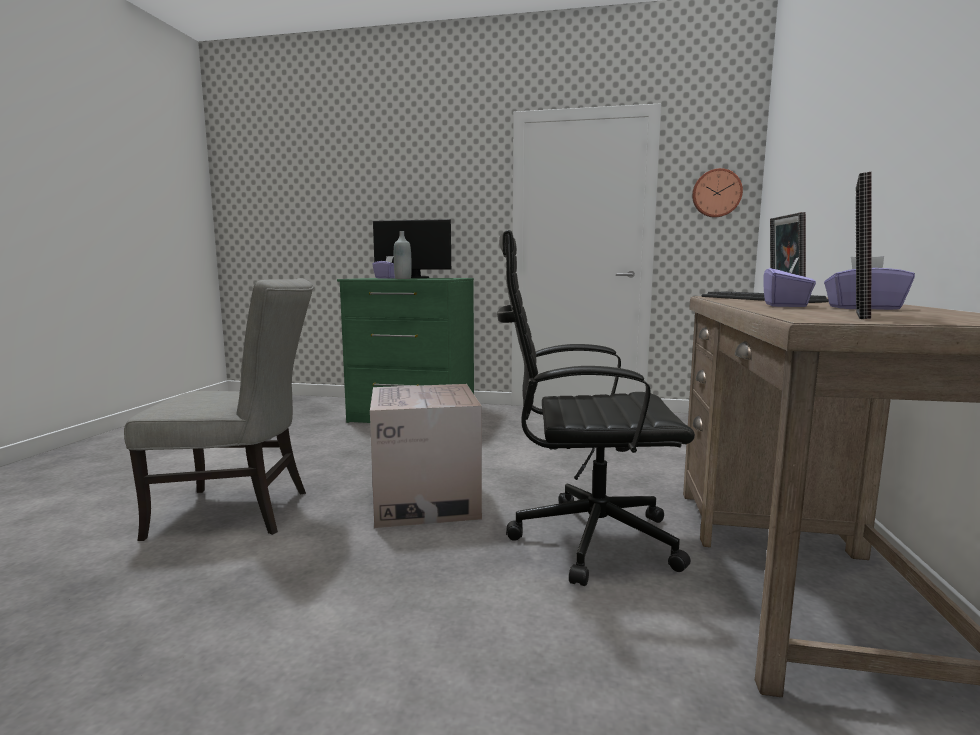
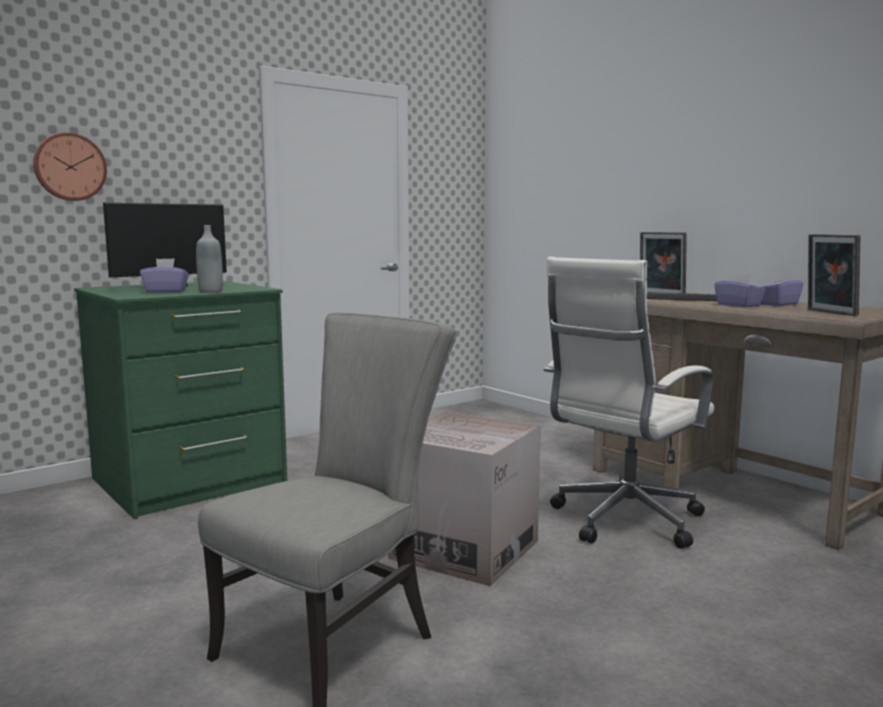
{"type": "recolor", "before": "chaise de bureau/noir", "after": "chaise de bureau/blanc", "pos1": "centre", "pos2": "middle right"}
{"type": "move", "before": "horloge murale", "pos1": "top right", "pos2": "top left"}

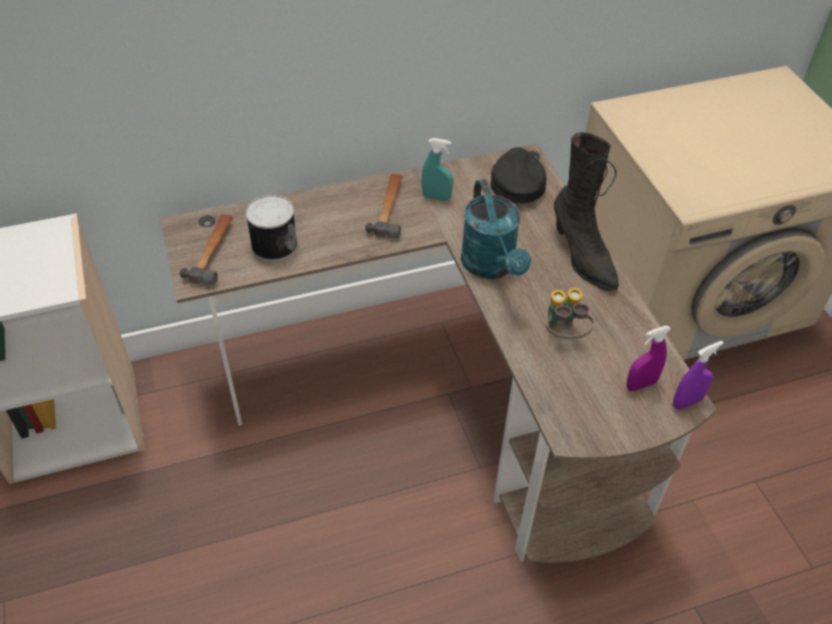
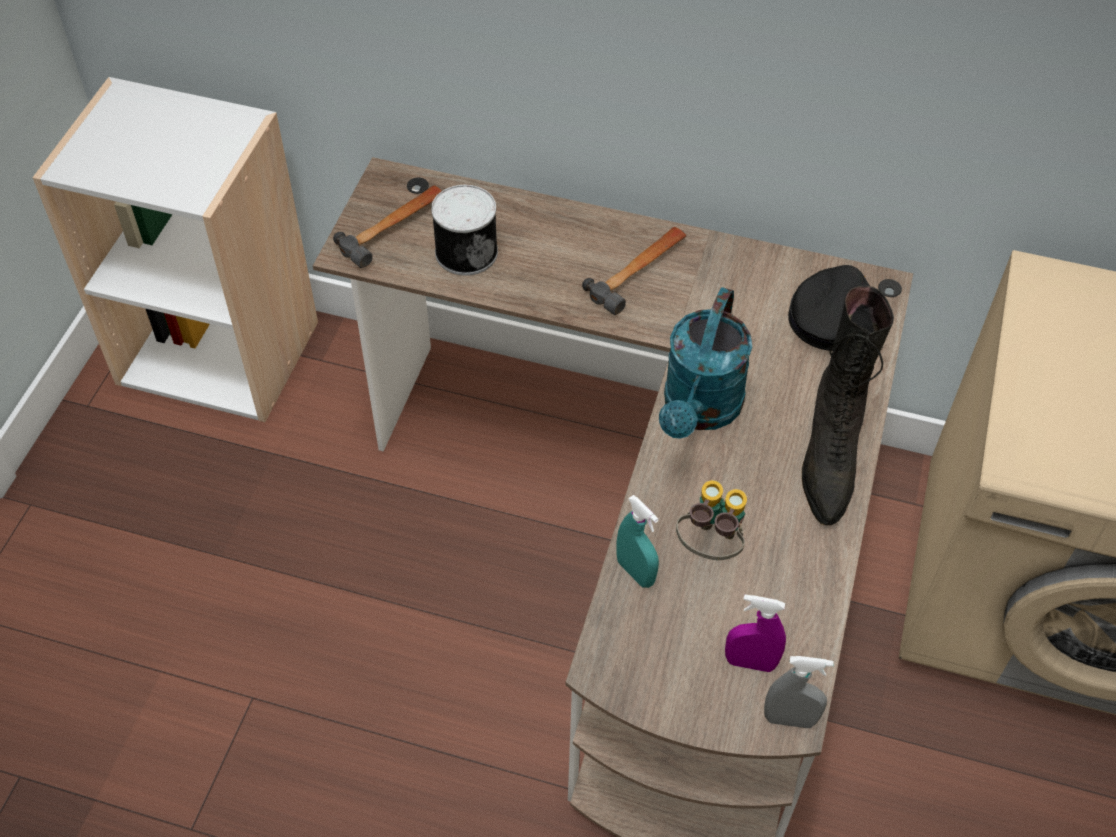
{"type": "move", "before": "vaporisateur/turquoise", "pos1": "top centre", "pos2": "centre"}
{"type": "recolor", "before": "vaporisateur/violet (2nd from left)", "after": "vaporisateur/gris", "pos1": "middle right", "pos2": "bottom right"}

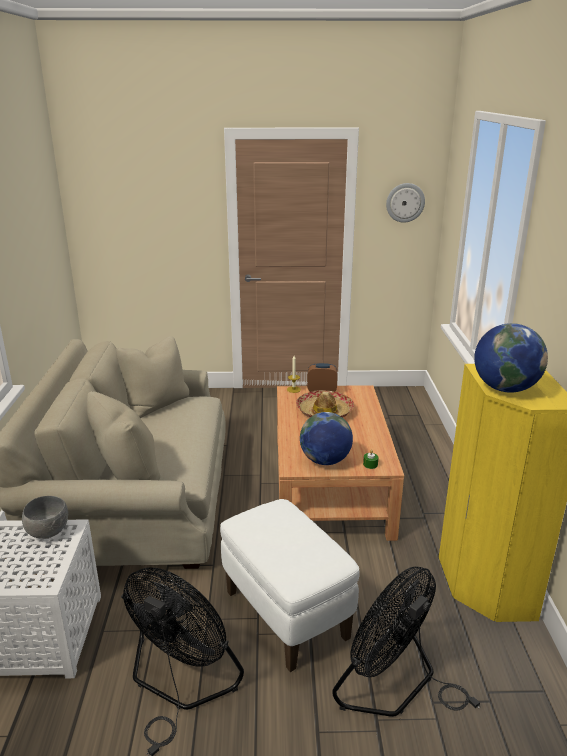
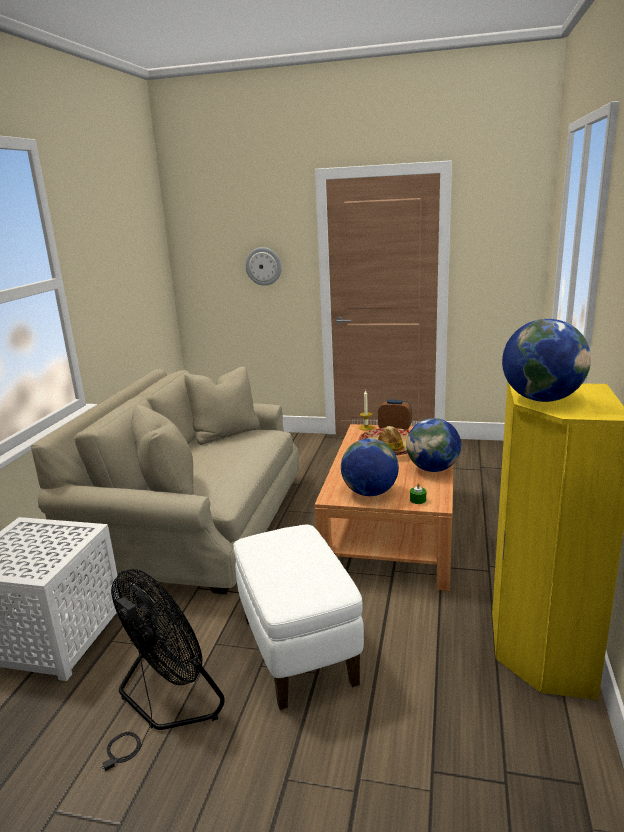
{"type": "delete", "before": "bol/gris", "pos1": "bottom left"}
{"type": "delete", "before": "ventilateur/noir (2nd from left)", "pos1": "bottom right"}
{"type": "move", "before": "horloge murale", "pos1": "top right", "pos2": "top centre"}
{"type": "insert", "after": "globe (2nd from left)", "pos2": "middle right"}

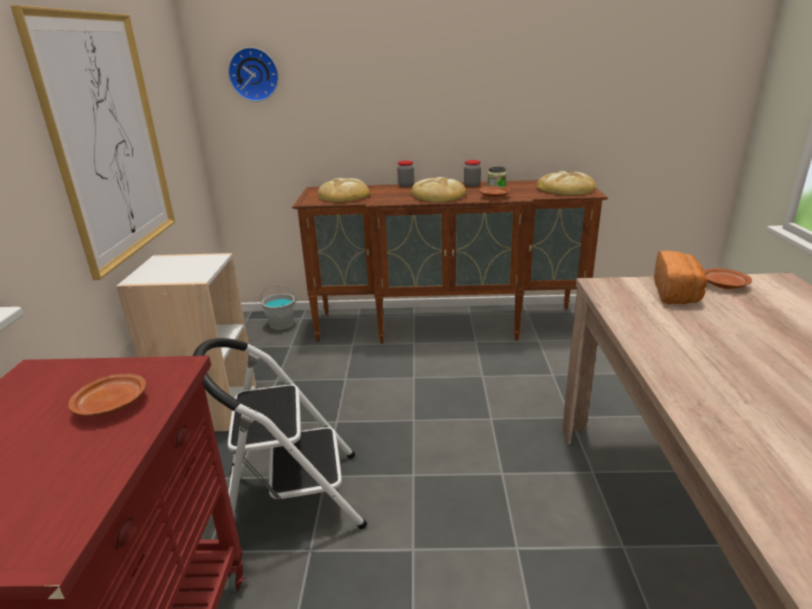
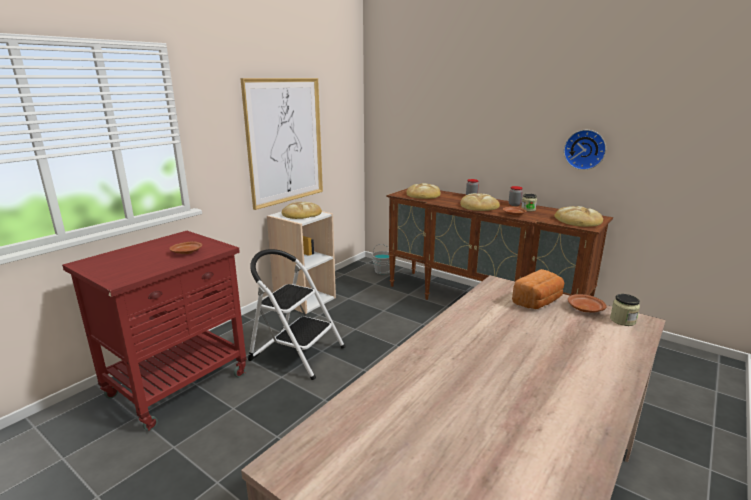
{"type": "move", "before": "horloge murale", "pos1": "top left", "pos2": "top right"}
{"type": "insert", "after": "pain (1st from left)", "pos2": "centre"}
{"type": "insert", "after": "bocal (4th from left)", "pos2": "middle right"}

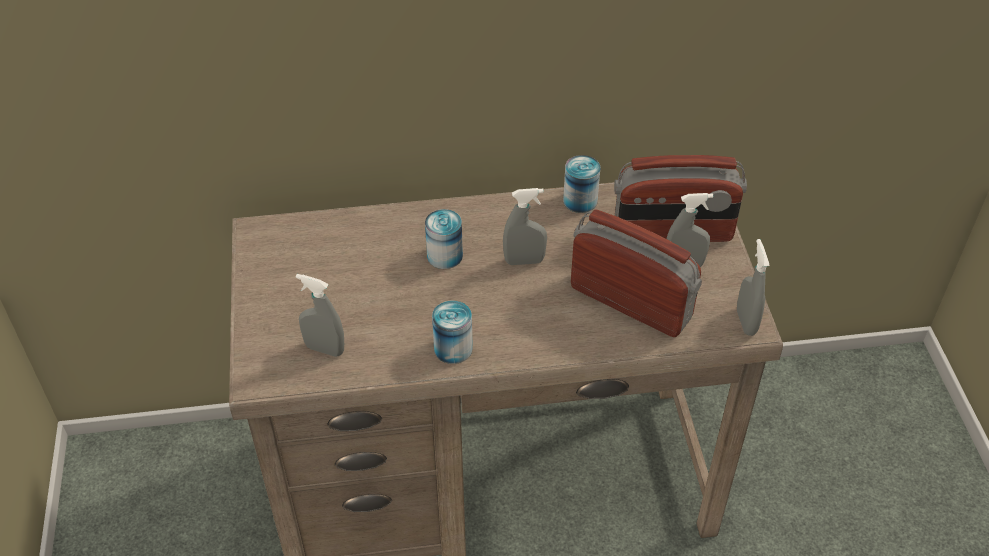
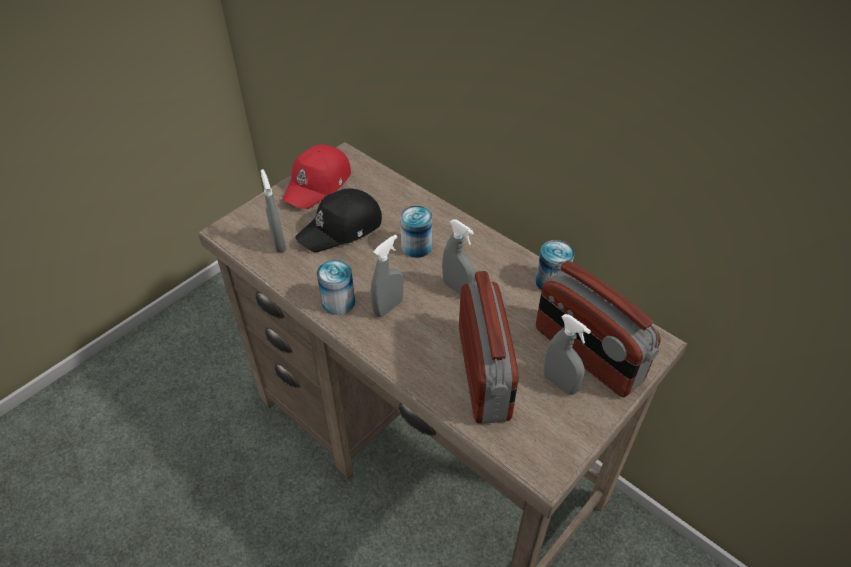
{"type": "move", "before": "vaporisateur/gris (4th from left in the first image)", "after": "vaporisateur/gris (2nd from left)", "pos1": "middle right", "pos2": "centre"}
{"type": "insert", "after": "casquette/rouge", "pos2": "top centre"}
{"type": "insert", "after": "casquette/noir", "pos2": "centre"}

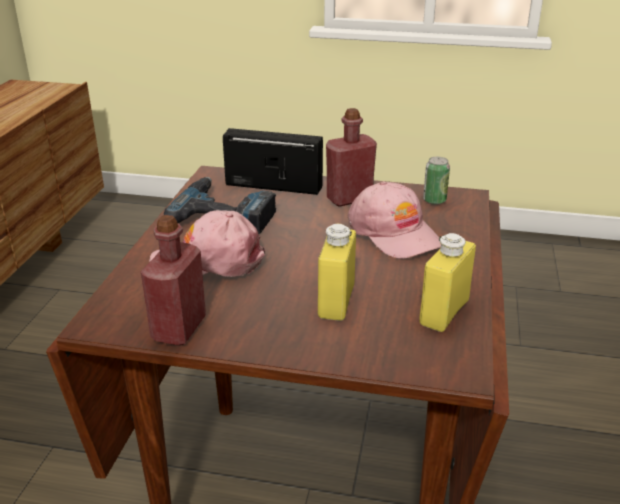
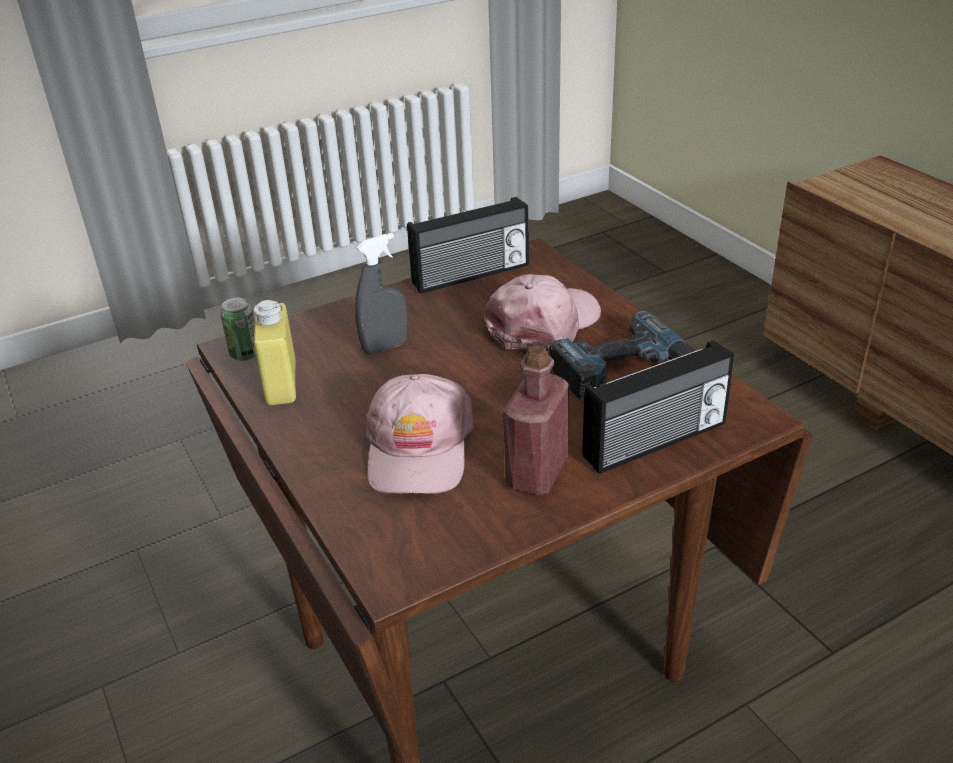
{"type": "replace", "before": "bouteille/rouge (1st from left)", "after": "radio (1st from left)", "pos1": "middle left", "pos2": "top centre"}
{"type": "replace", "before": "bouteille/jaune (1st from left)", "after": "vaporisateur/gris", "pos1": "centre", "pos2": "centre"}
{"type": "rotate", "before": "casquette/rose (2nd from left in the first image)", "pos1": "centre", "pos2": "centre", "turn": -105}
{"type": "move", "before": "boîte métallique", "pos1": "middle right", "pos2": "middle left"}

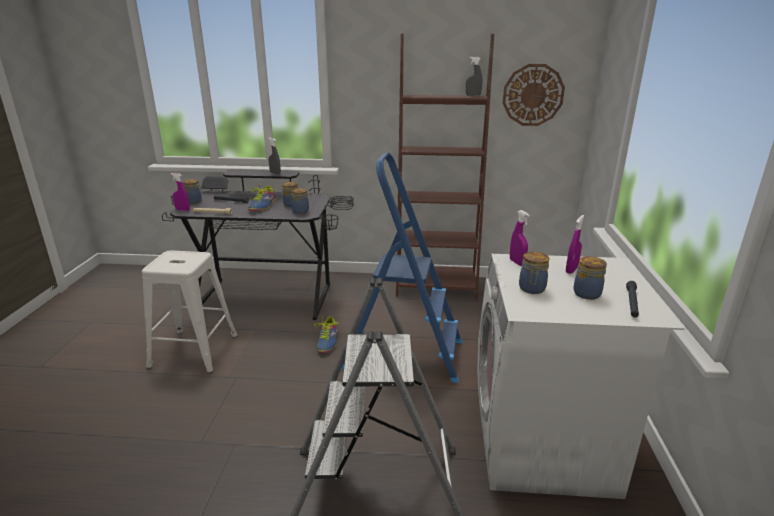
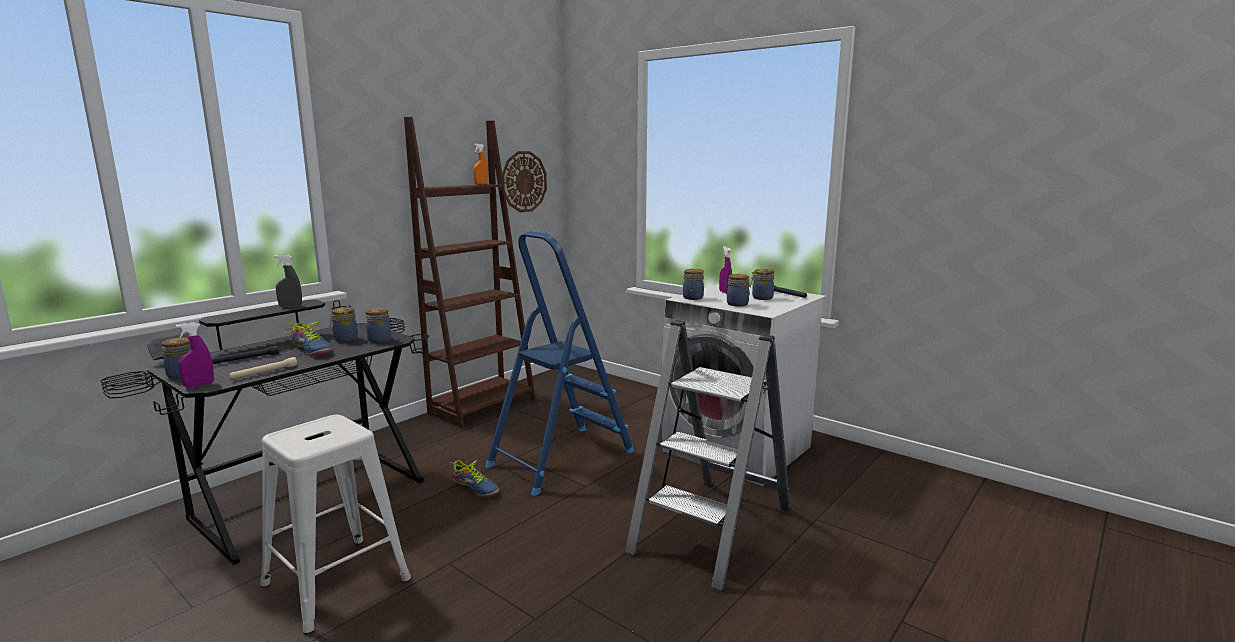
{"type": "recolor", "before": "vaporisateur/gris (2nd from left)", "after": "vaporisateur/orange", "pos1": "top centre", "pos2": "top centre"}
{"type": "replace", "before": "vaporisateur/violet (2nd from left)", "after": "bocal (4th from left)", "pos1": "middle right", "pos2": "centre"}

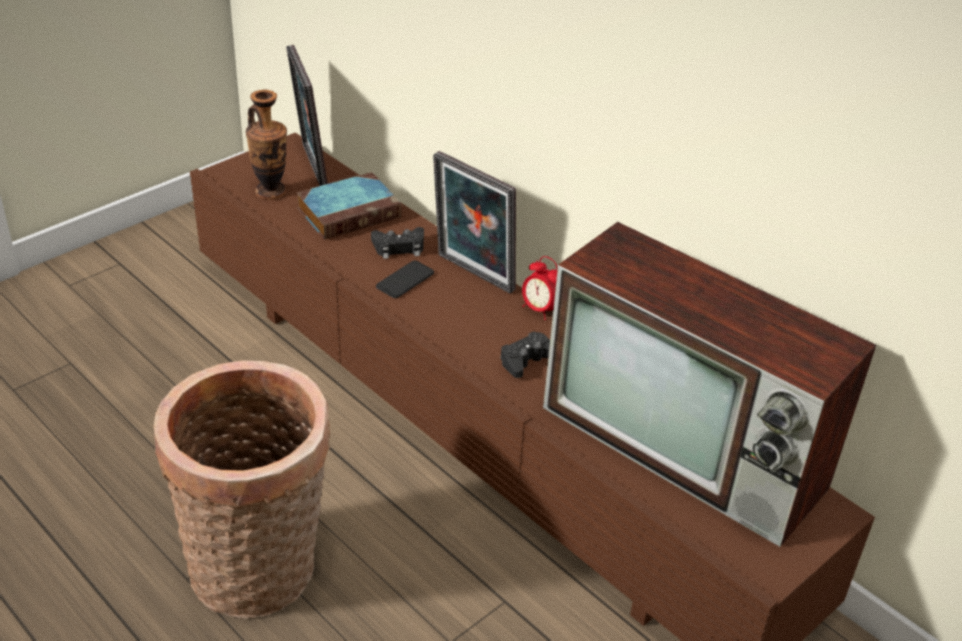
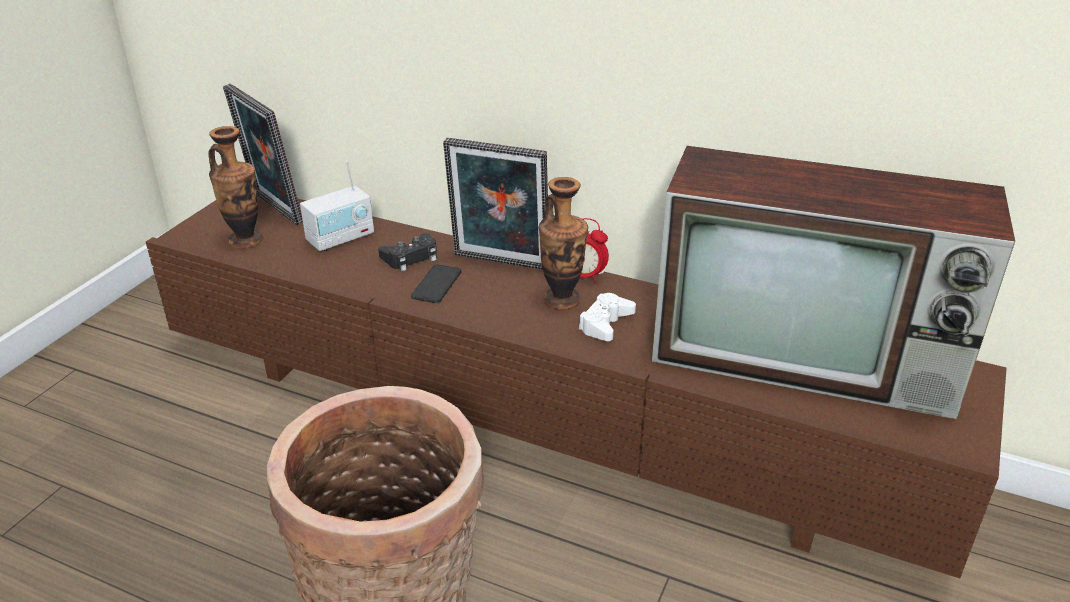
{"type": "replace", "before": "livre", "after": "radio", "pos1": "top centre", "pos2": "middle left"}
{"type": "recolor", "before": "manette/noir (2nd from left)", "after": "manette/blanc", "pos1": "centre", "pos2": "centre"}
{"type": "insert", "after": "vase (2nd from left)", "pos2": "centre"}

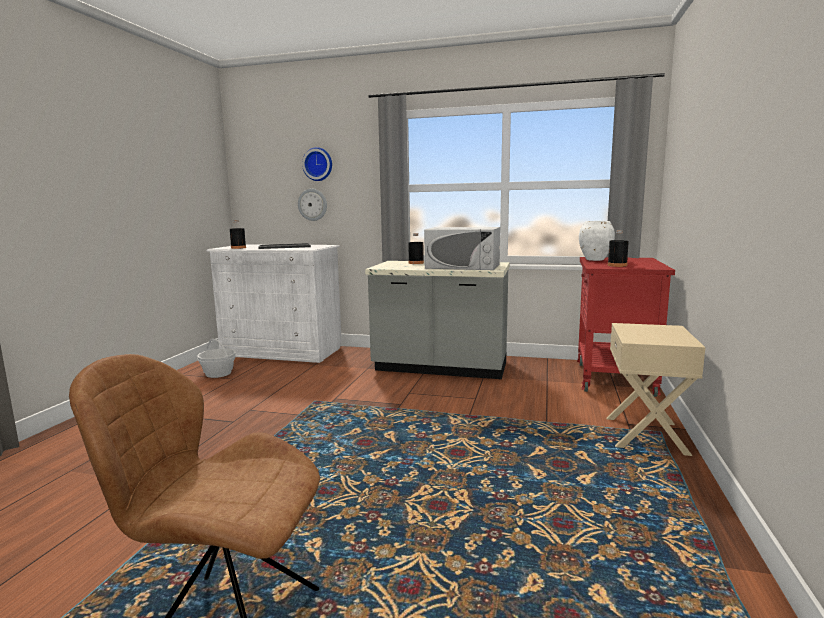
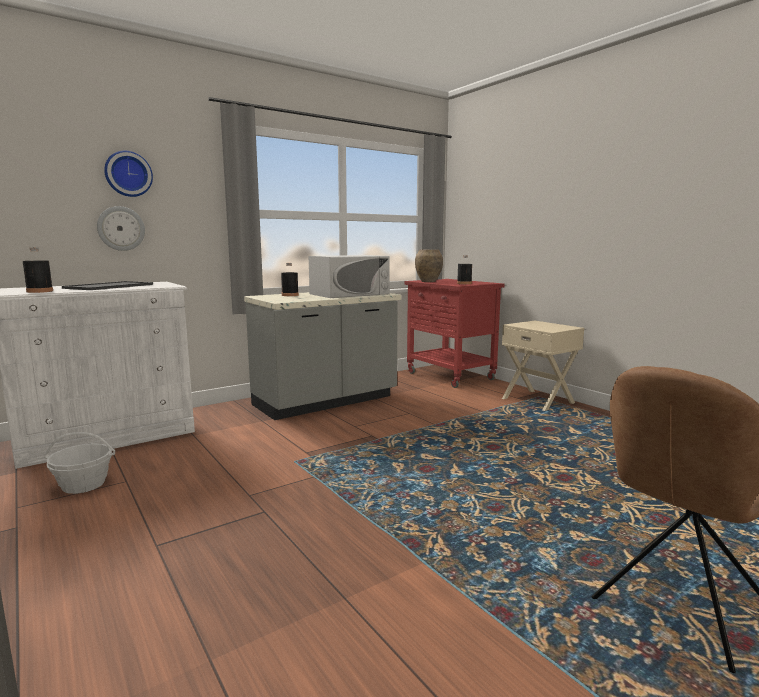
{"type": "recolor", "before": "vase/blanc", "after": "vase/marron", "pos1": "middle right", "pos2": "centre"}

